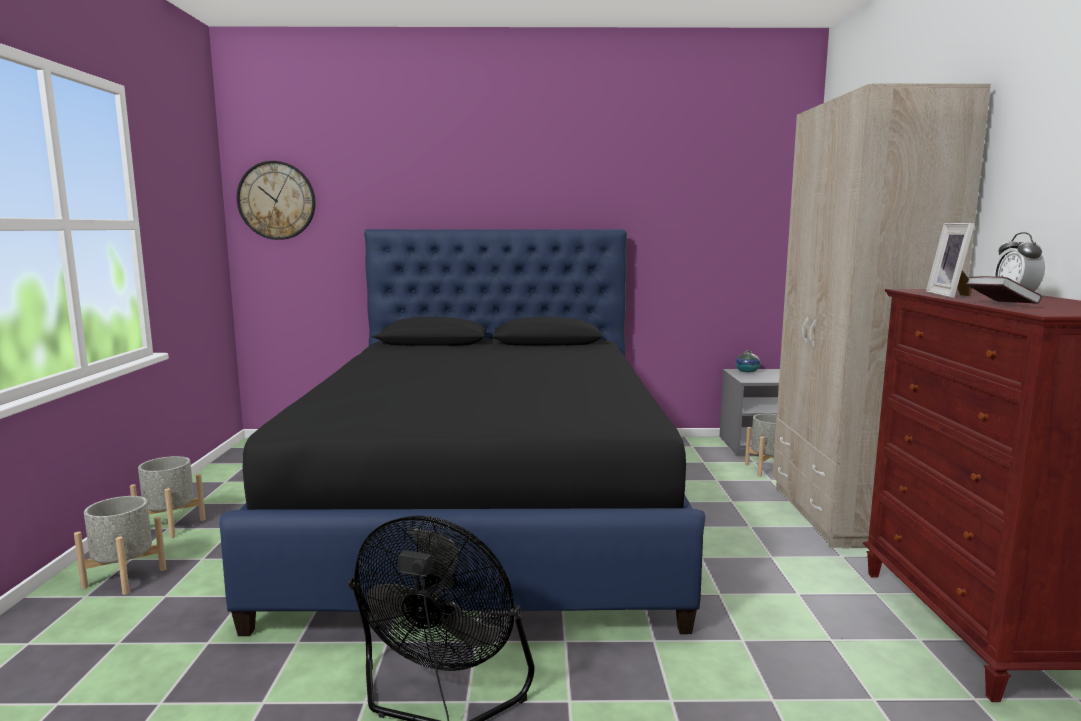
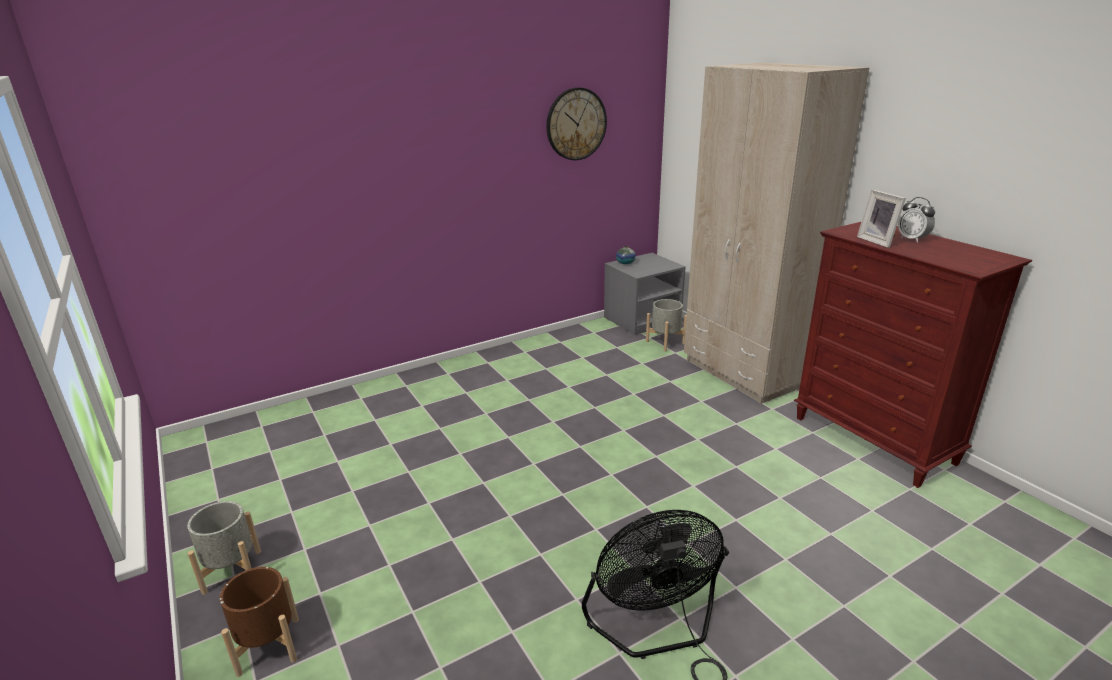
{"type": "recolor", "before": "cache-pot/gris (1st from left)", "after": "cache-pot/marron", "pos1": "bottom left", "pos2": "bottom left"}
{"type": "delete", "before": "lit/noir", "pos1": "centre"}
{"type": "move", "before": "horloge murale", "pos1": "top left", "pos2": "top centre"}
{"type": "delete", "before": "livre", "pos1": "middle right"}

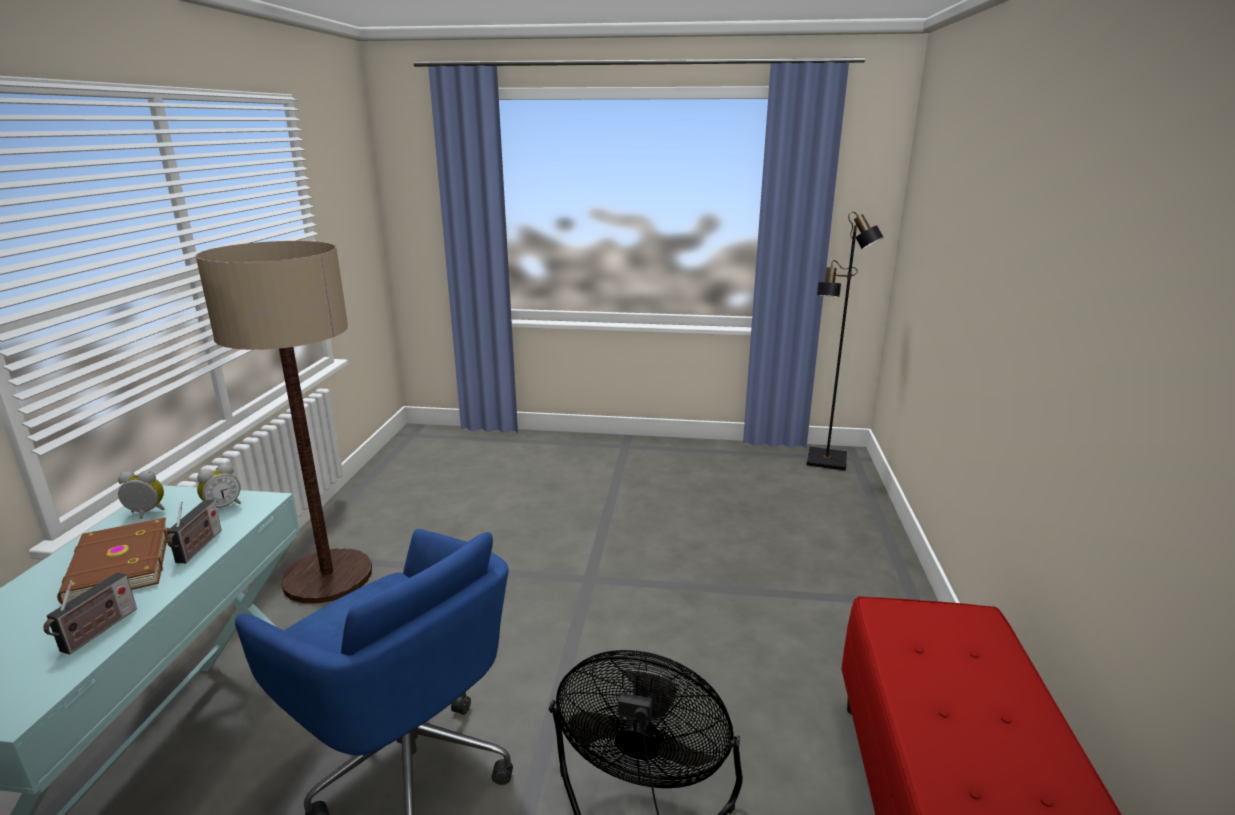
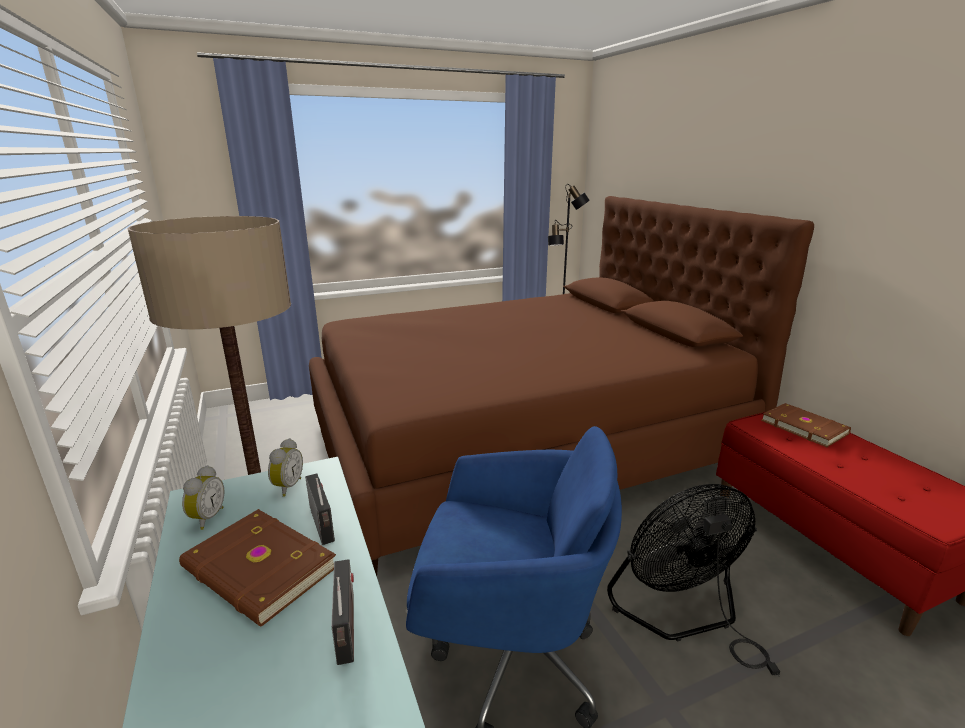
{"type": "rotate", "before": "réveil (1st from left)", "pos1": "middle left", "pos2": "bottom left", "turn": 135}
{"type": "insert", "after": "lit/marron", "pos2": "centre"}
{"type": "insert", "after": "livre/marron (2nd from left)", "pos2": "middle right"}

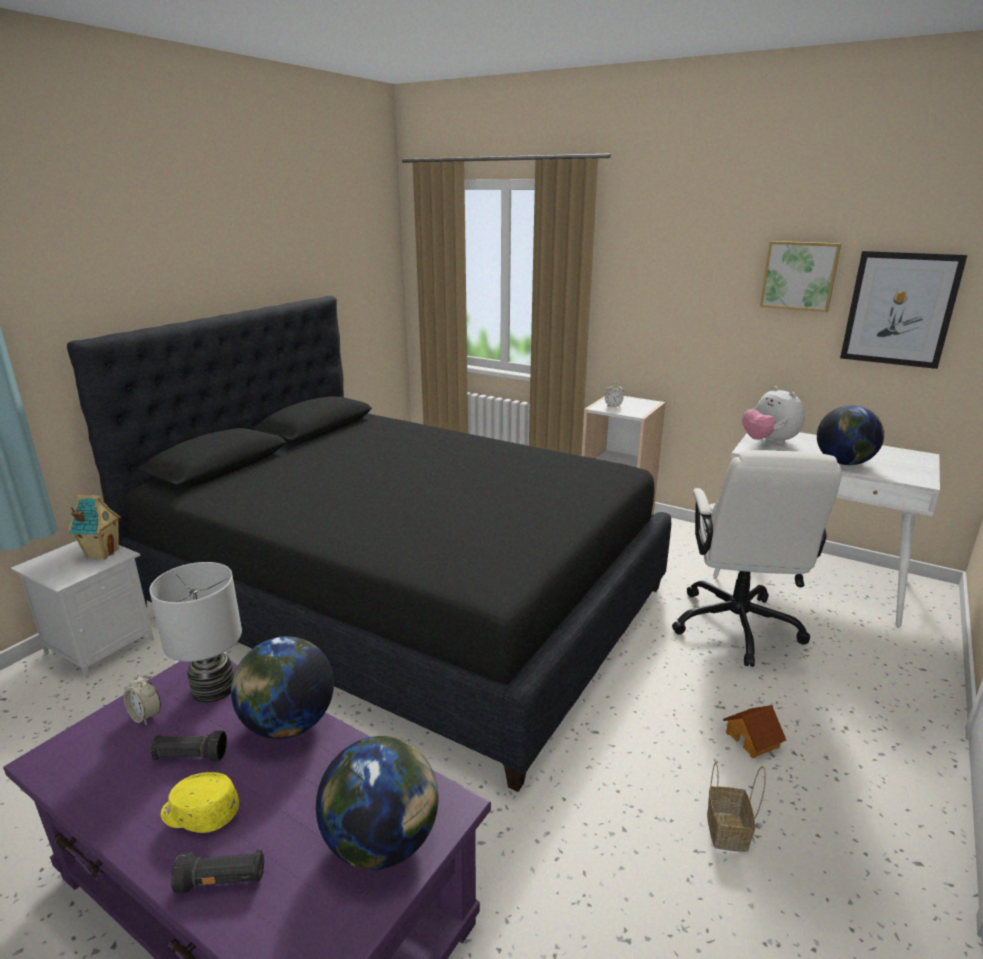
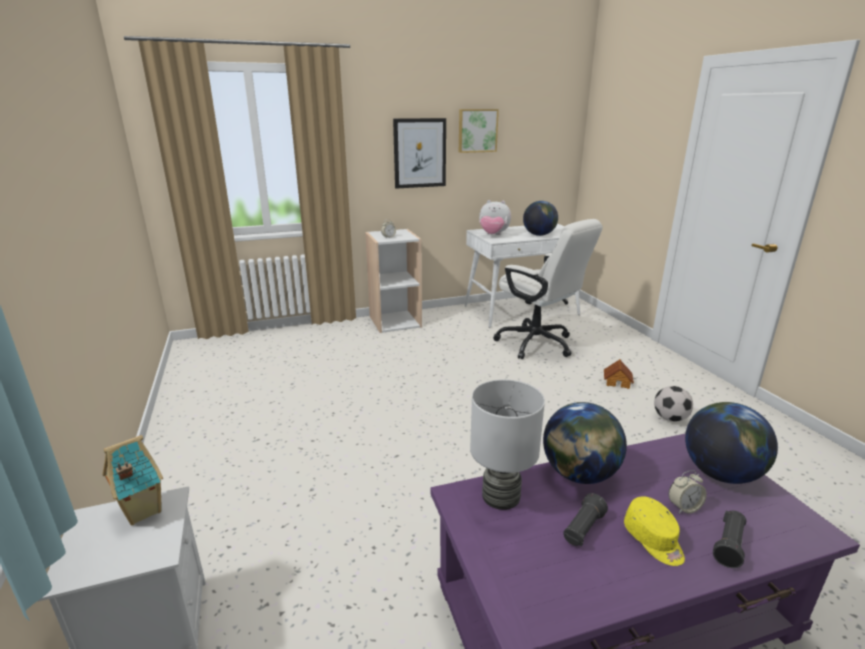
{"type": "delete", "before": "lit/noir", "pos1": "centre"}
{"type": "move", "before": "réveil (1st from left in the first image)", "after": "réveil (2nd from left)", "pos1": "bottom left", "pos2": "bottom right"}
{"type": "rotate", "before": "casquette/jaune", "pos1": "bottom left", "pos2": "bottom right", "turn": -75}
{"type": "replace", "before": "panier", "after": "ballon de foot", "pos1": "bottom right", "pos2": "middle right"}
{"type": "move", "before": "tableau (2nd from left in the first image)", "after": "tableau (1st from left)", "pos1": "top right", "pos2": "top centre"}

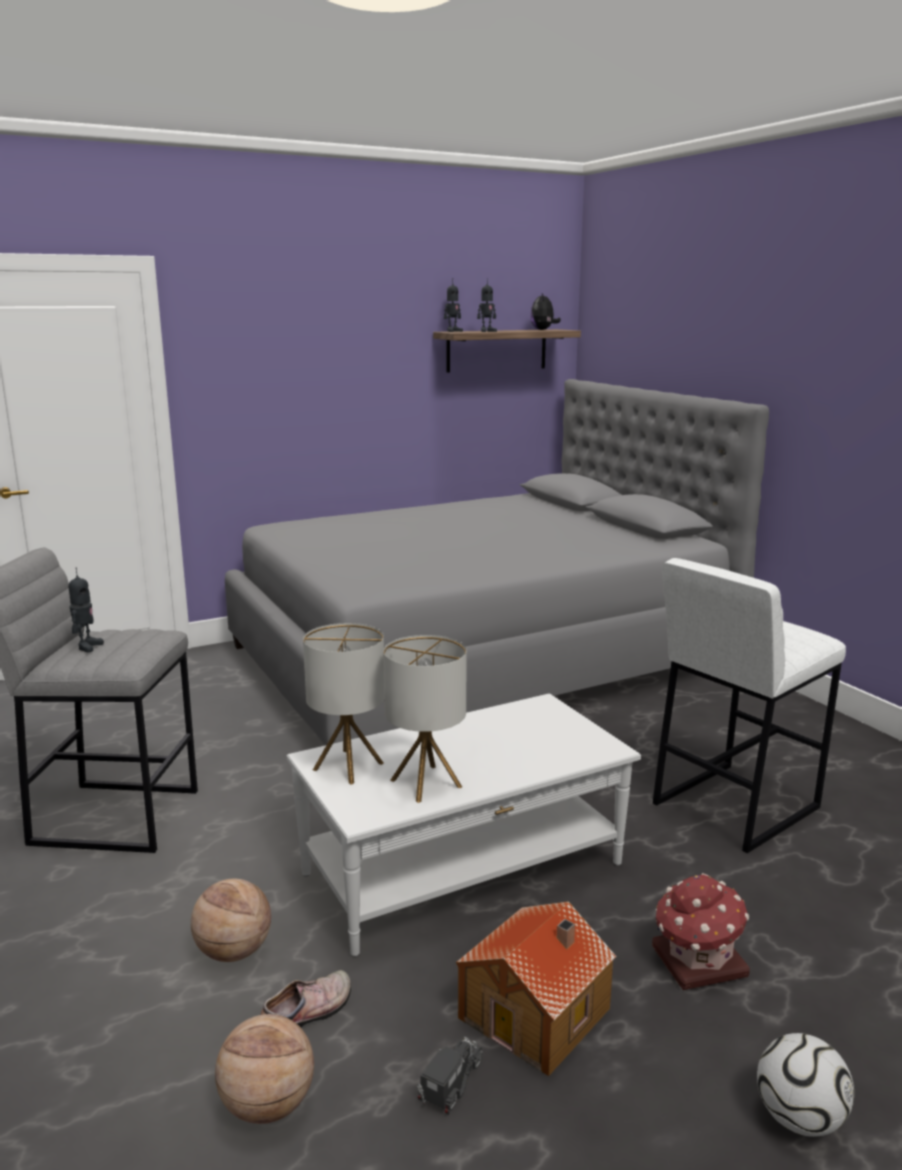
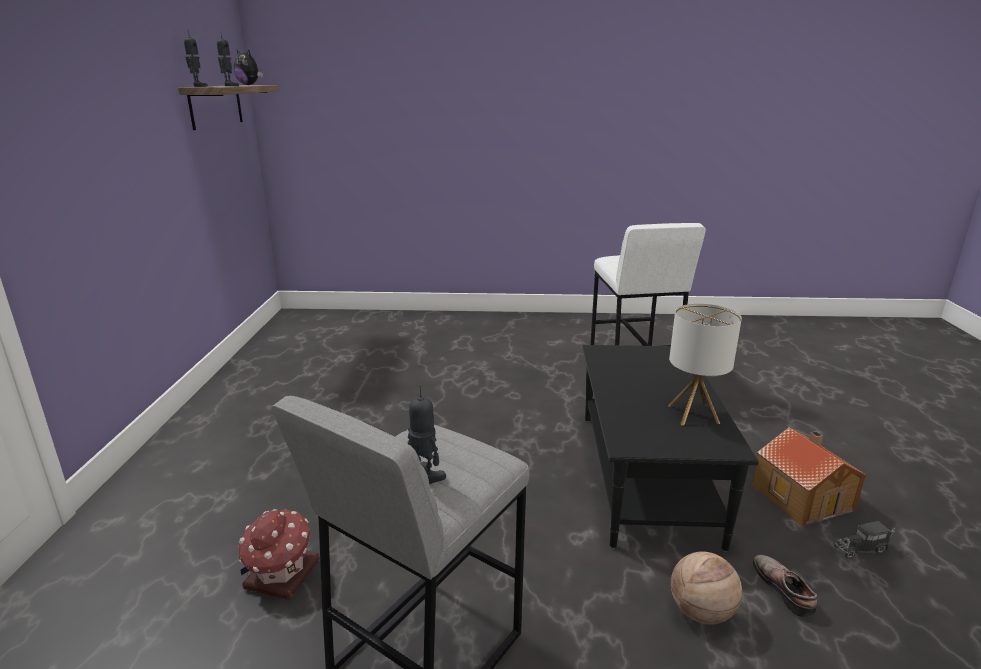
{"type": "delete", "before": "ballon de basket (2nd from left)", "pos1": "bottom left"}
{"type": "delete", "before": "lit/gris", "pos1": "centre"}
{"type": "recolor", "before": "table basse/blanc", "after": "table basse/noir", "pos1": "bottom centre", "pos2": "bottom right"}
{"type": "delete", "before": "lampe de table (1st from left)", "pos1": "centre"}
{"type": "rotate", "before": "camion jouet", "pos1": "bottom centre", "pos2": "bottom right", "turn": -75}
{"type": "move", "before": "maison miniature (2nd from left in the first image)", "after": "maison miniature (1st from left)", "pos1": "bottom right", "pos2": "bottom left"}
{"type": "delete", "before": "ballon de foot", "pos1": "bottom right"}

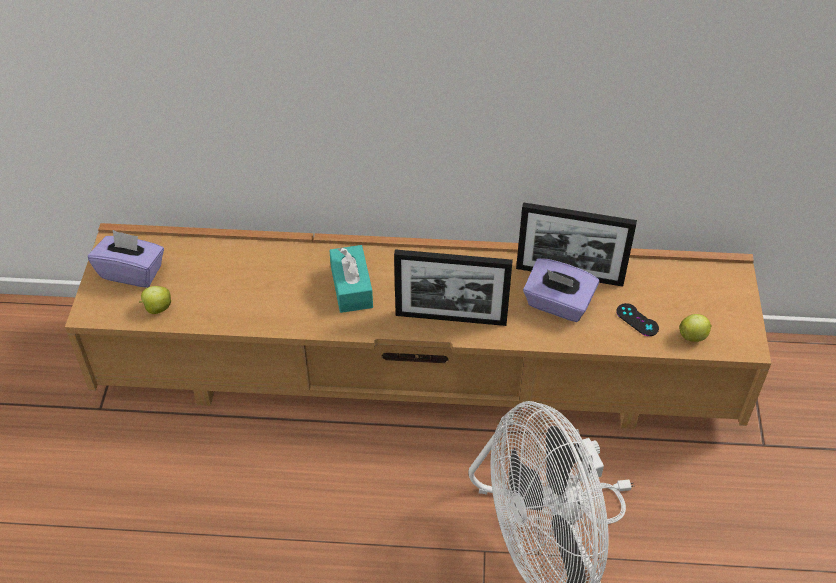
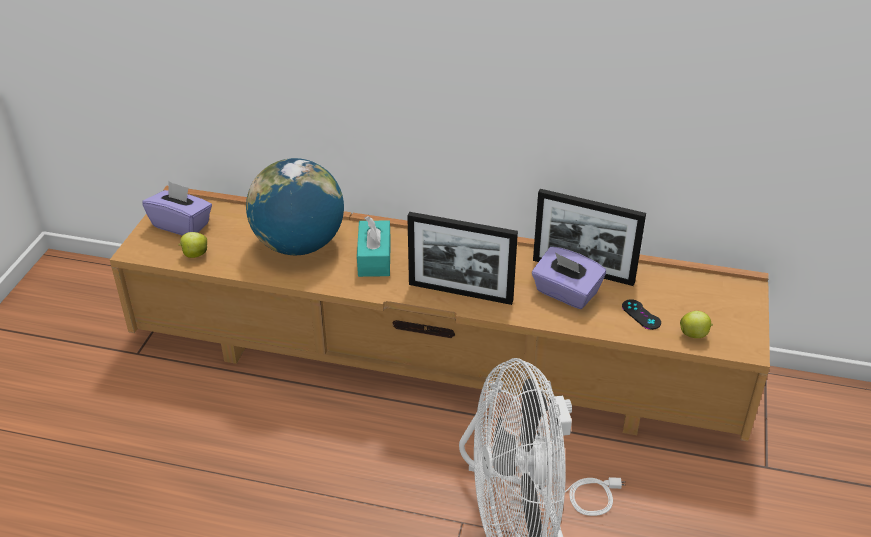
{"type": "insert", "after": "globe", "pos2": "centre"}

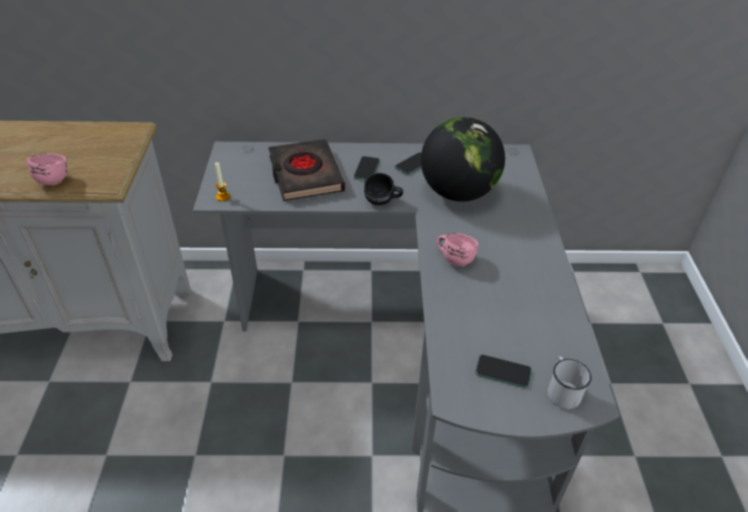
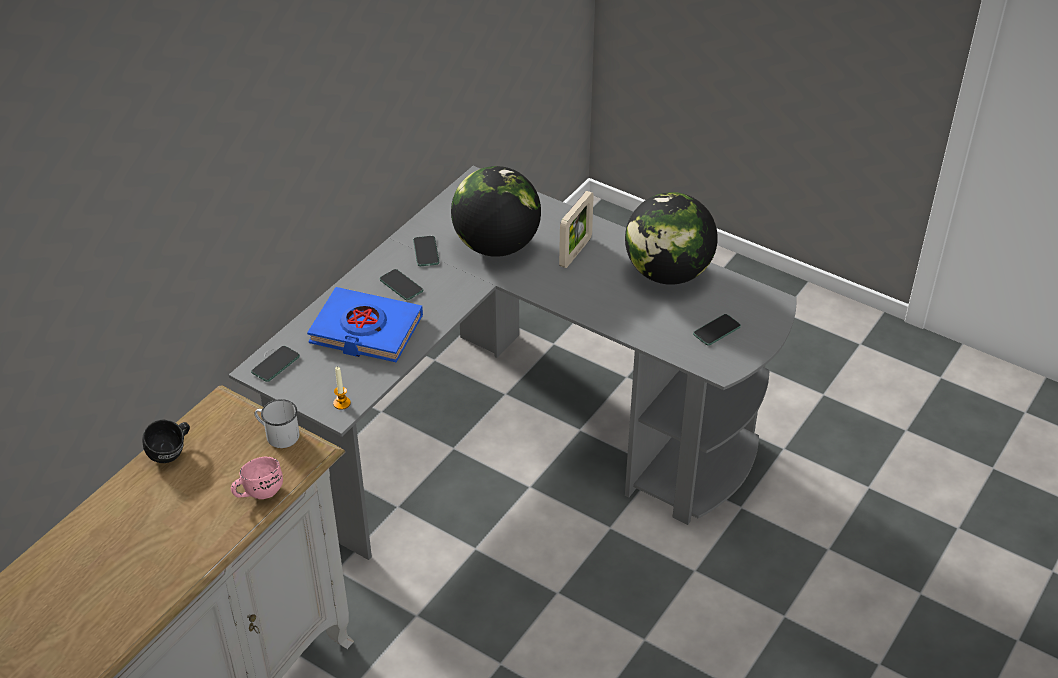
{"type": "recolor", "before": "livre/noir", "after": "livre/bleu", "pos1": "top centre", "pos2": "centre"}
{"type": "move", "before": "mug/noir", "pos1": "centre", "pos2": "middle left"}
{"type": "delete", "before": "mug/rose (2nd from left)", "pos1": "centre"}
{"type": "move", "before": "mug/blanc", "pos1": "bottom right", "pos2": "middle left"}
{"type": "insert", "after": "téléphone (1st from left)", "pos2": "middle left"}
{"type": "insert", "after": "cadre photo", "pos2": "centre"}
{"type": "insert", "after": "globe (2nd from left)", "pos2": "centre"}

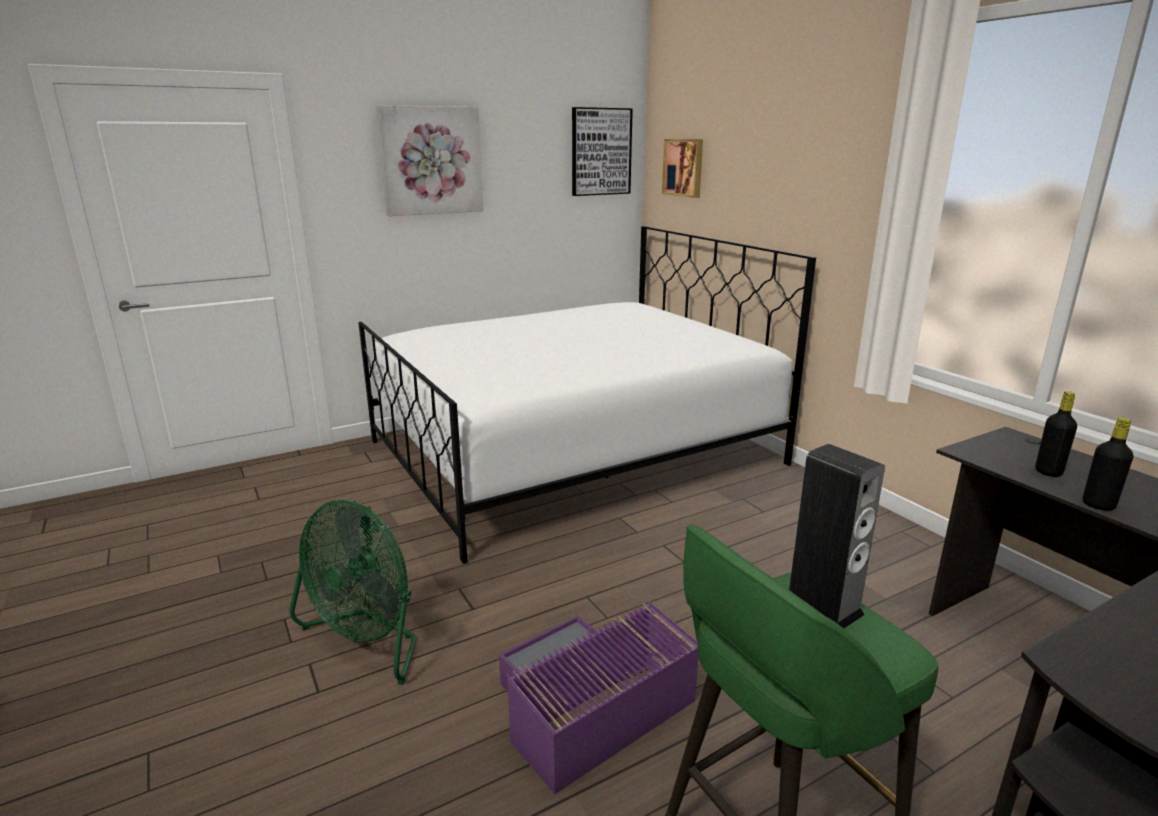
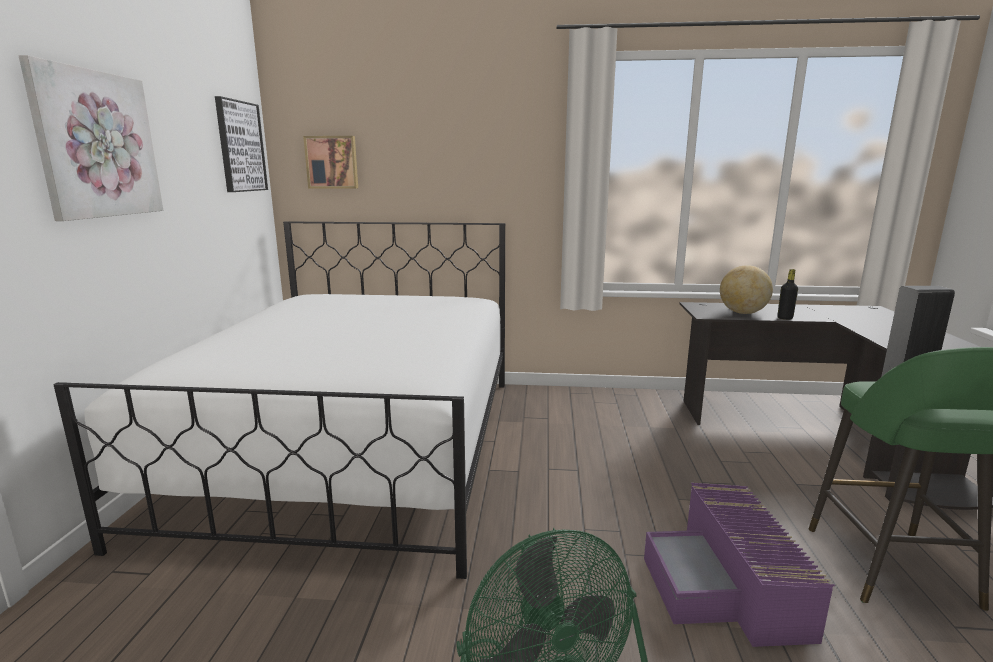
{"type": "replace", "before": "bouteille/noir (1st from left)", "after": "globe", "pos1": "middle right", "pos2": "middle right"}

